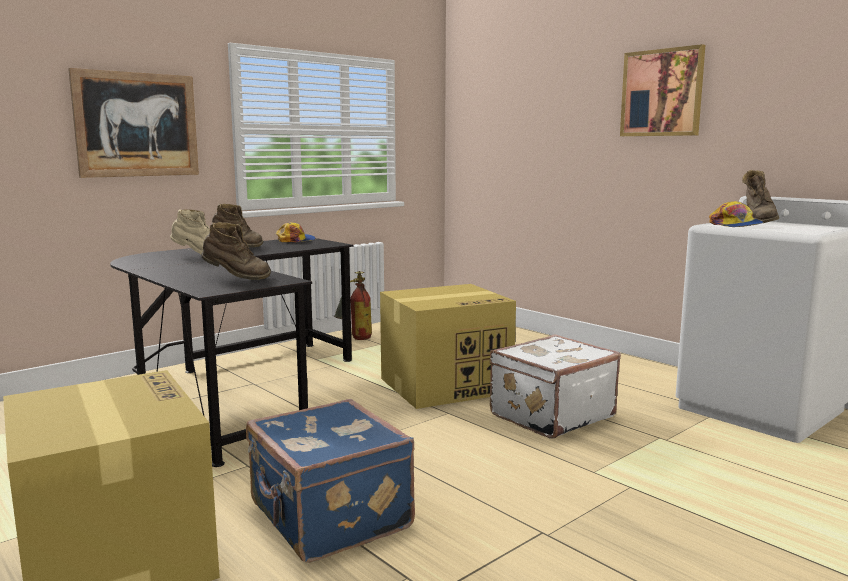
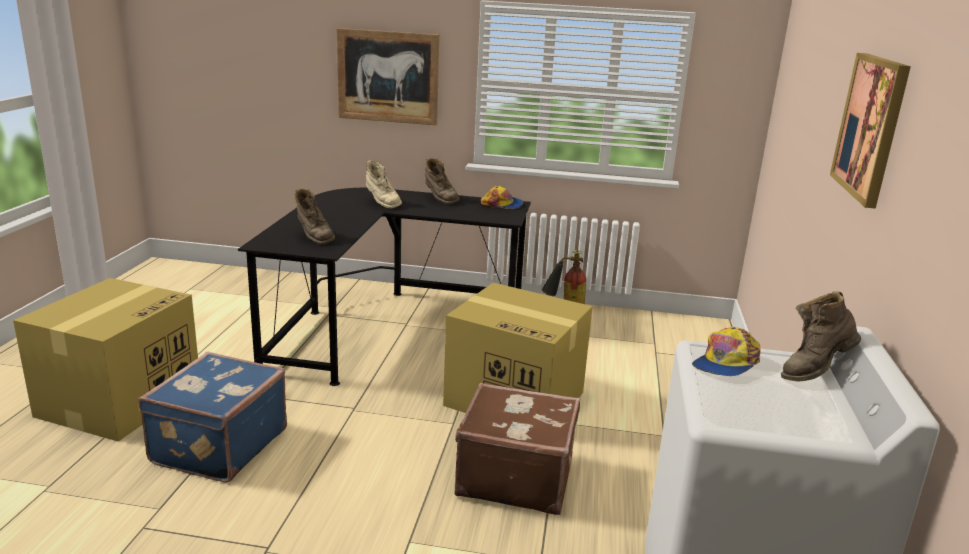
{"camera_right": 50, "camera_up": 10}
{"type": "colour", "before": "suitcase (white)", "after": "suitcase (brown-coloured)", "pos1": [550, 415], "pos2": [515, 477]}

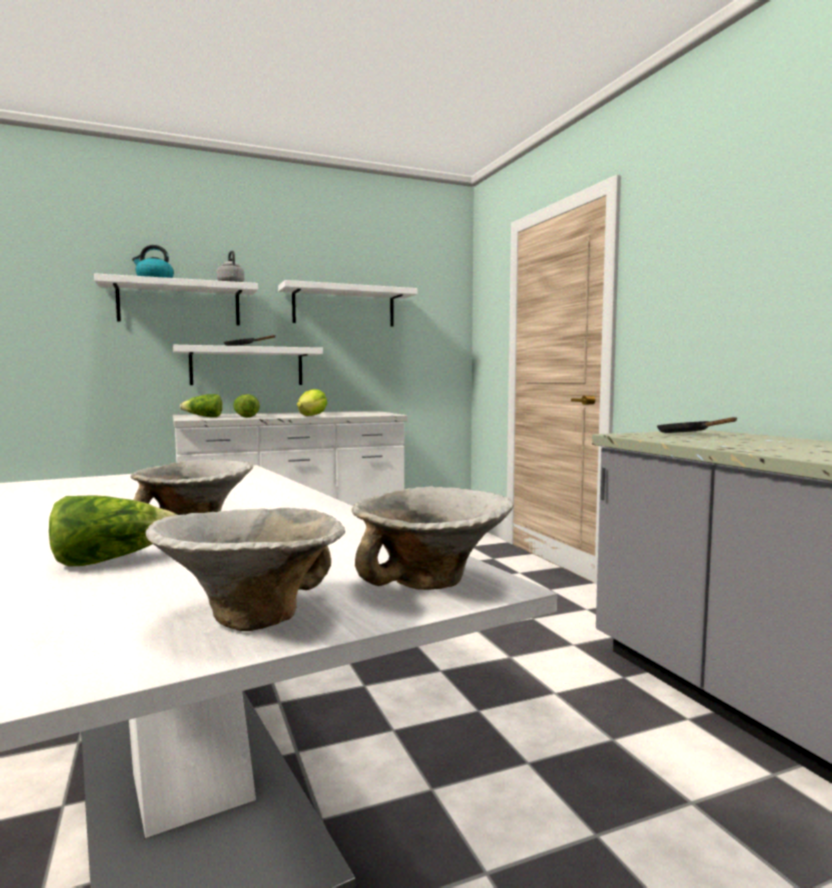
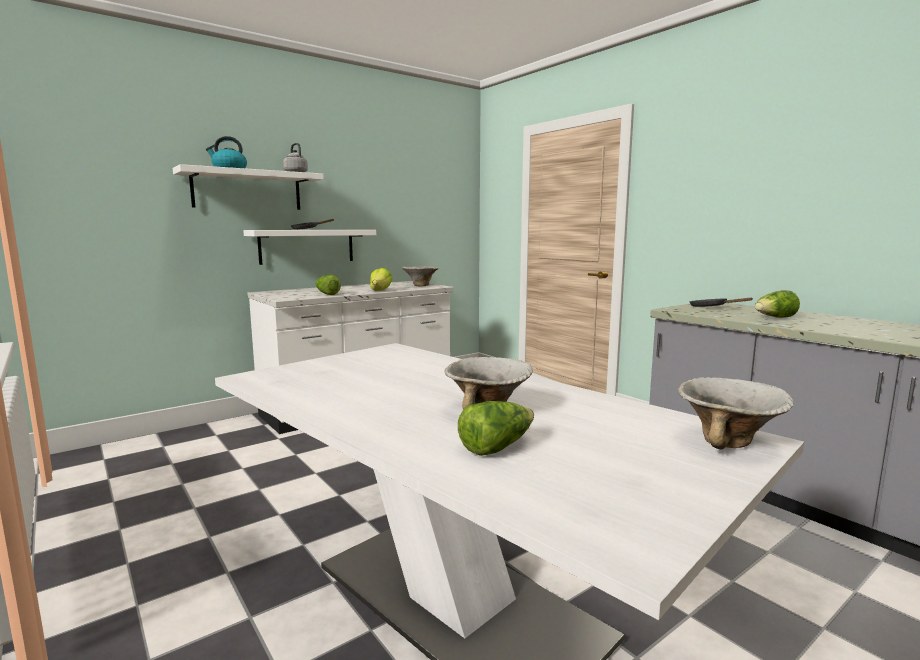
{"camera_right": -15, "camera_up": 5}
{"type": "missing", "before": "bracket shelf (white)", "pos1": [344, 307]}
{"type": "relocated", "before": "head of lettuce", "pos1": [204, 417], "pos2": [774, 318]}
{"type": "relocated", "before": "serving bowl", "pos1": [252, 617], "pos2": [420, 285]}

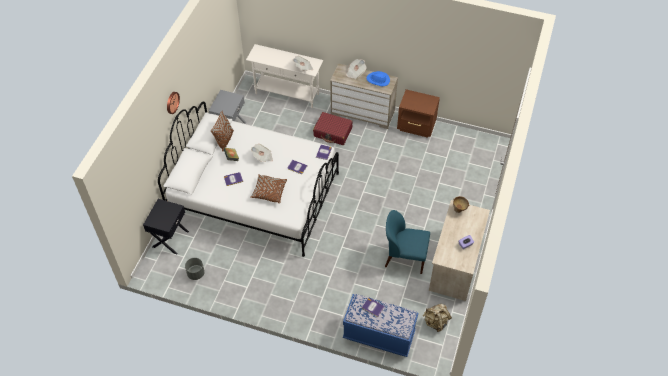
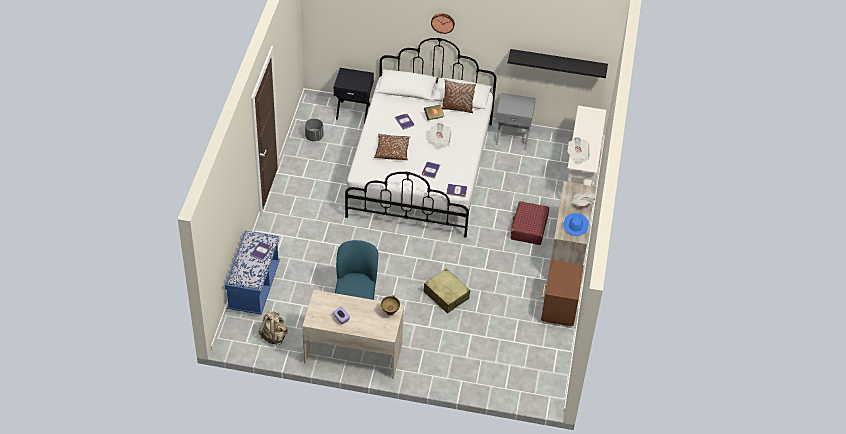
{"camera_right": 80, "camera_up": -5}
{"type": "appeared", "after": "bracket shelf (blackish)", "pos2": [558, 63]}
{"type": "appeared", "after": "suitcase (beige-coloured)", "pos2": [446, 295]}

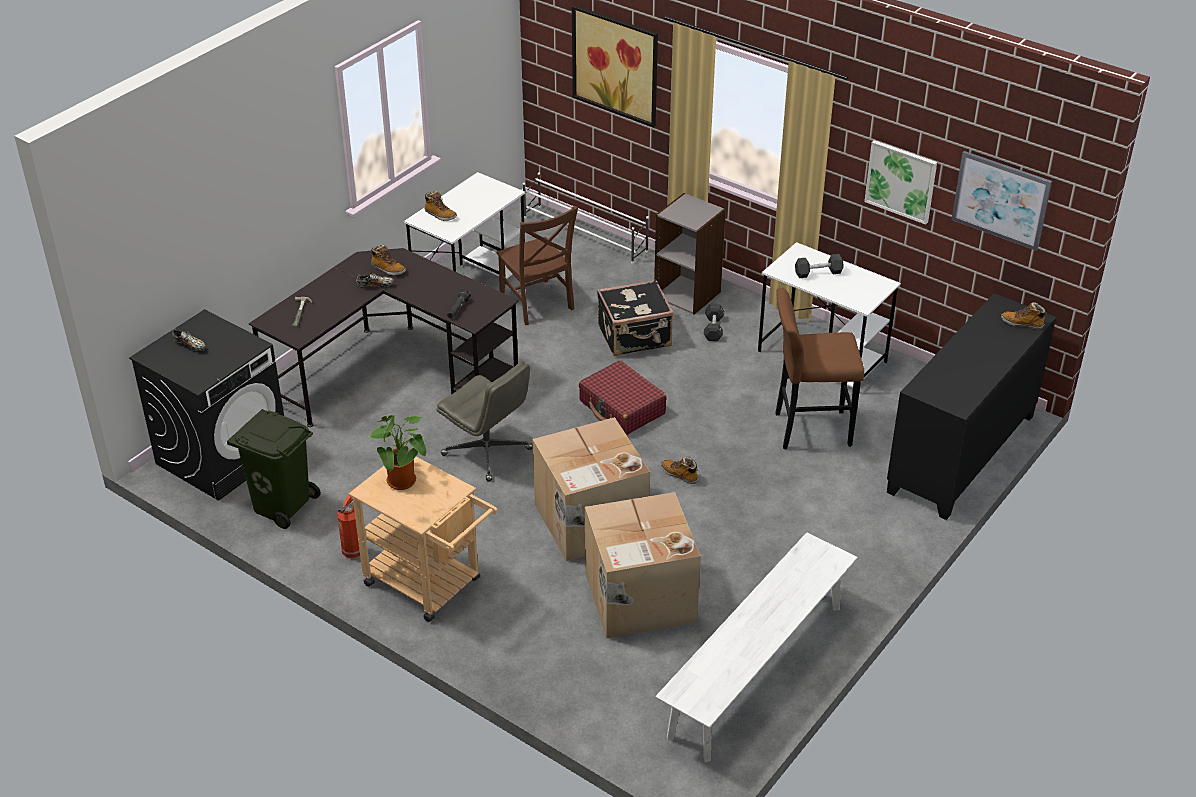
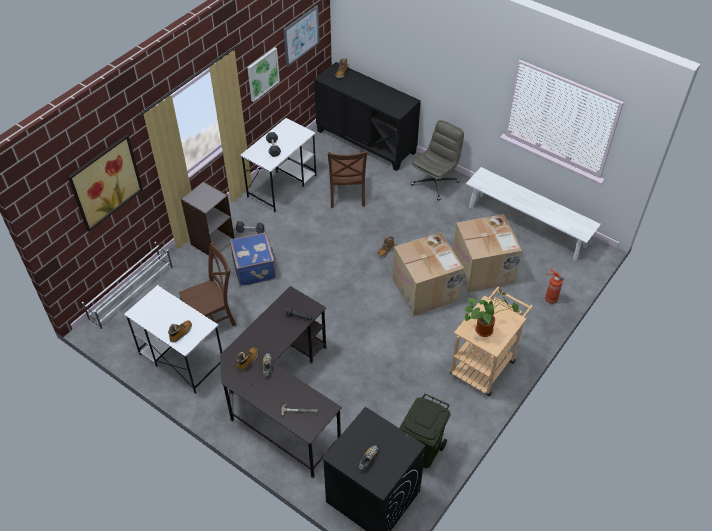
{"camera_right": -90, "camera_up": 10}
{"type": "colour", "before": "suitcase (blackish)", "after": "suitcase (blue)", "pos1": [635, 337], "pos2": [255, 268]}
{"type": "exchanged", "before": "stool seat (brown-coloured)", "after": "chair (brown-coloured)", "pos1": [808, 429], "pos2": [346, 196]}
{"type": "missing", "before": "suitcase (red)", "pos1": [622, 408]}
{"type": "relocated", "before": "computer chair (grey)", "pos1": [488, 452], "pos2": [435, 183]}
{"type": "relocated", "before": "fire-fighting cylinder", "pos1": [354, 550], "pos2": [550, 299]}

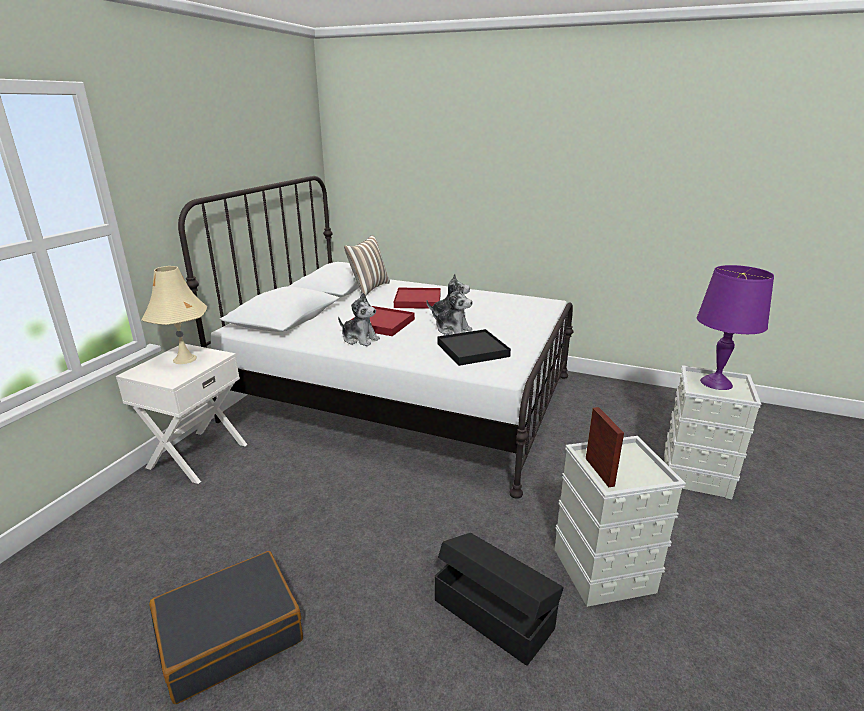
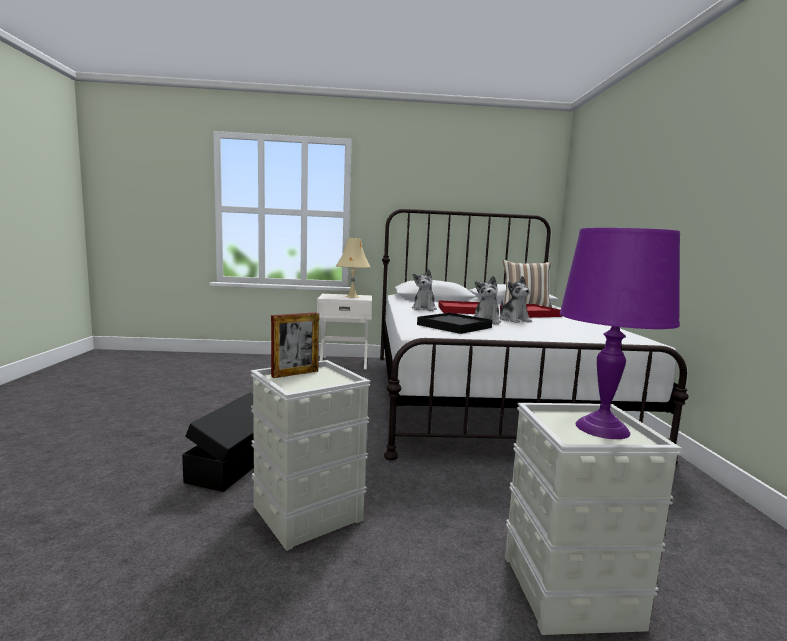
{"camera_right": 65, "camera_up": -15}
{"type": "missing", "before": "suitcase (blackish)", "pos1": [230, 635]}

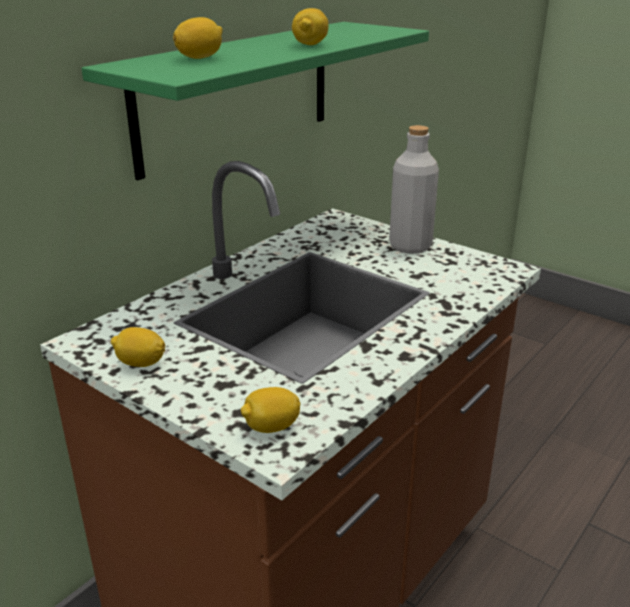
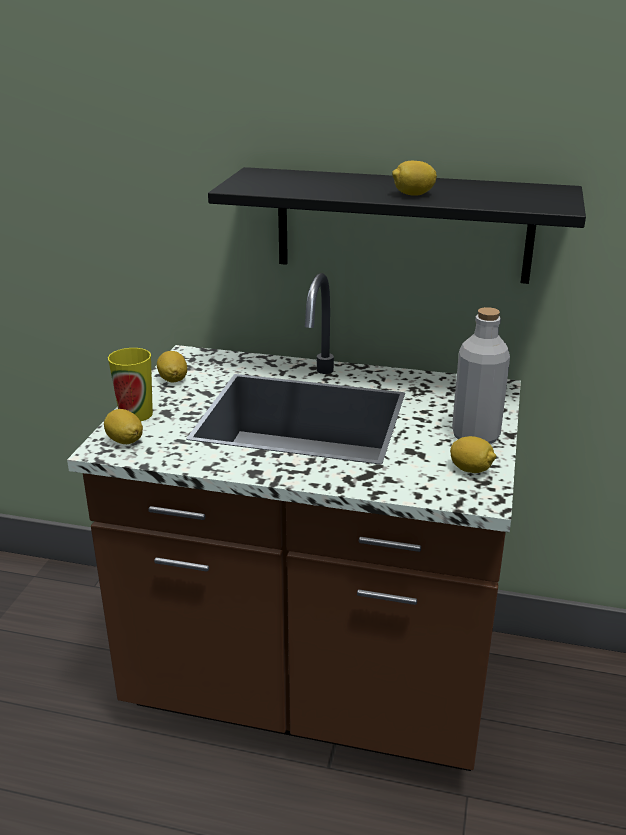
{"camera_right": 65, "camera_up": 0}
{"type": "relocated", "before": "citrus fruit", "pos1": [200, 58], "pos2": [471, 469]}
{"type": "colour", "before": "bracket shelf (green-coloured)", "after": "bracket shelf (blackish)", "pos1": [237, 94], "pos2": [403, 225]}
{"type": "appeared", "after": "small cup", "pos2": [136, 414]}

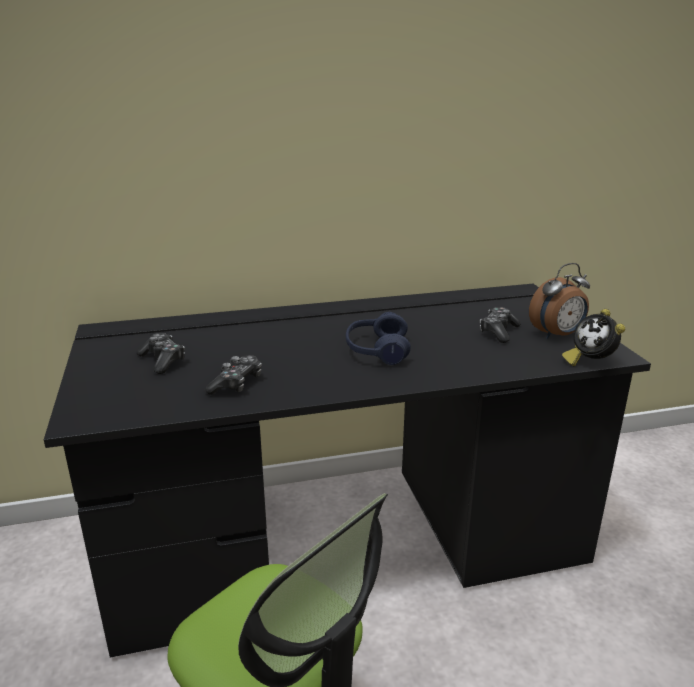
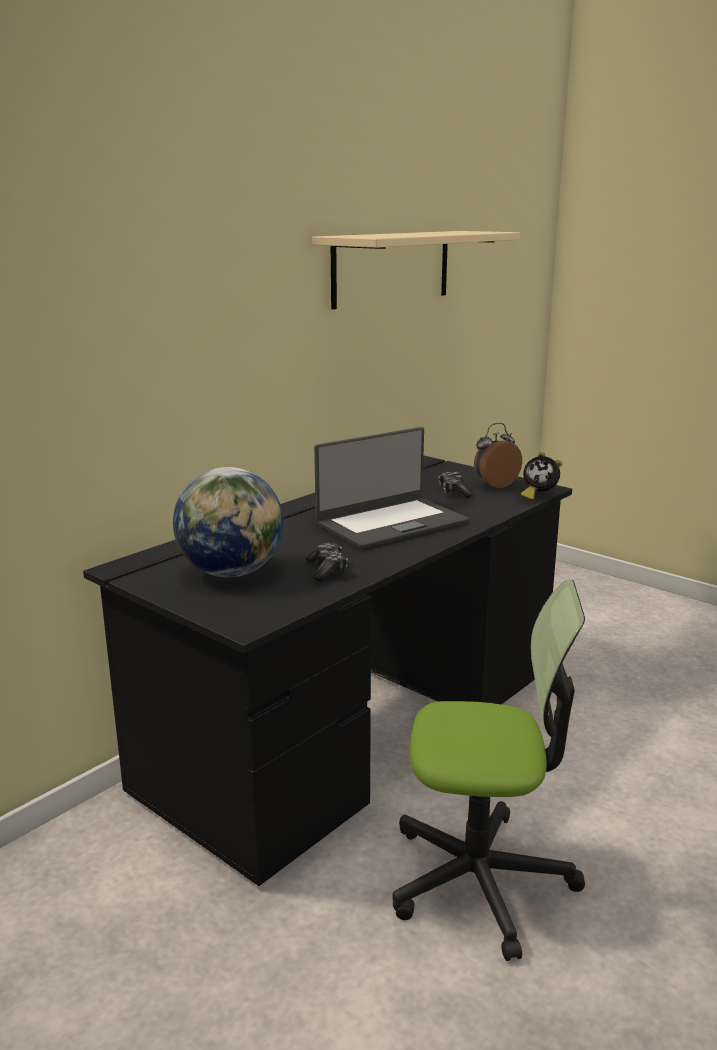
{"camera_right": -35, "camera_up": -5}
{"type": "spun", "before": "table clock", "pos1": [557, 335], "pos2": [494, 485], "turn": -150}
{"type": "exchanged", "before": "headphones (blue)", "after": "laptop", "pos1": [377, 350], "pos2": [391, 523]}
{"type": "exchanged", "before": "gamepad", "after": "world globe", "pos1": [163, 360], "pos2": [231, 572]}
{"type": "appeared", "after": "bracket shelf (beige-coloured)", "pos2": [392, 267]}

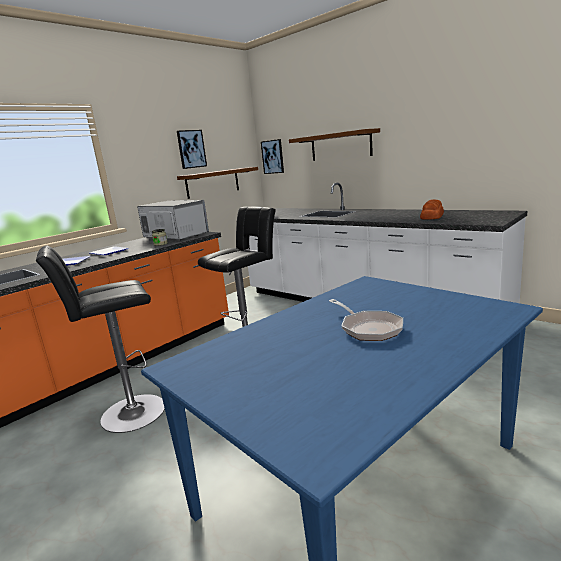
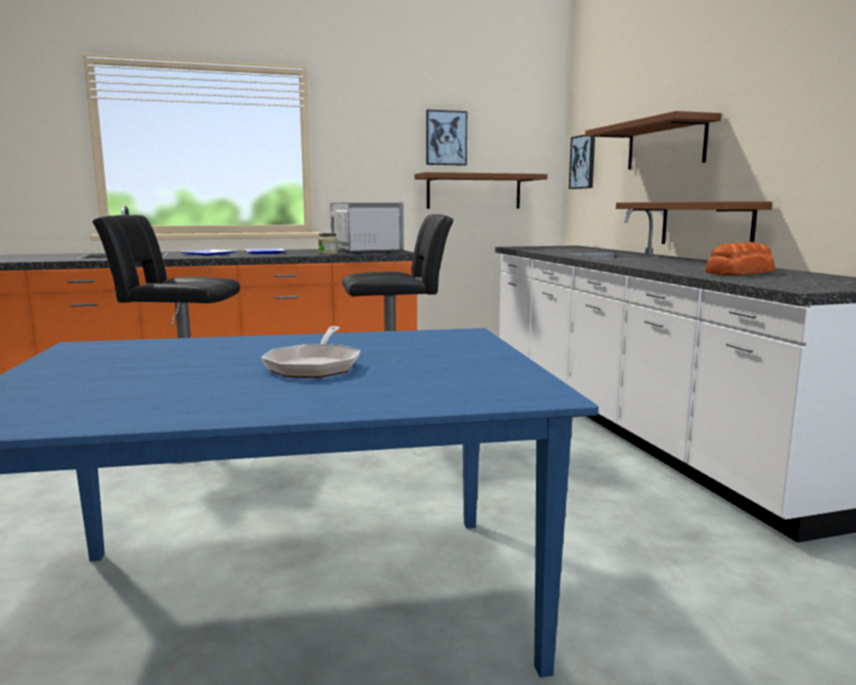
{"camera_right": 30, "camera_up": -5}
{"type": "appeared", "after": "bracket shelf (brown-coloured)", "pos2": [705, 224]}

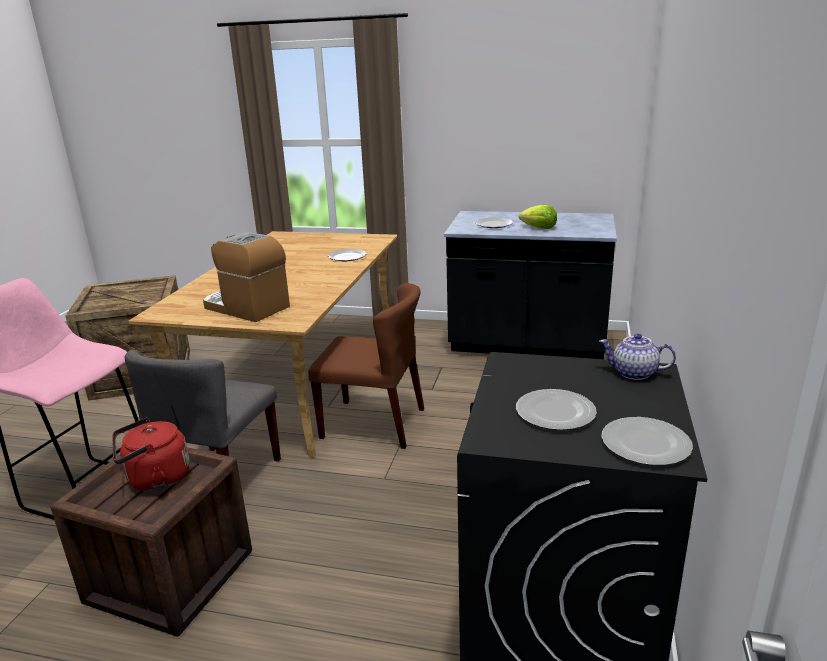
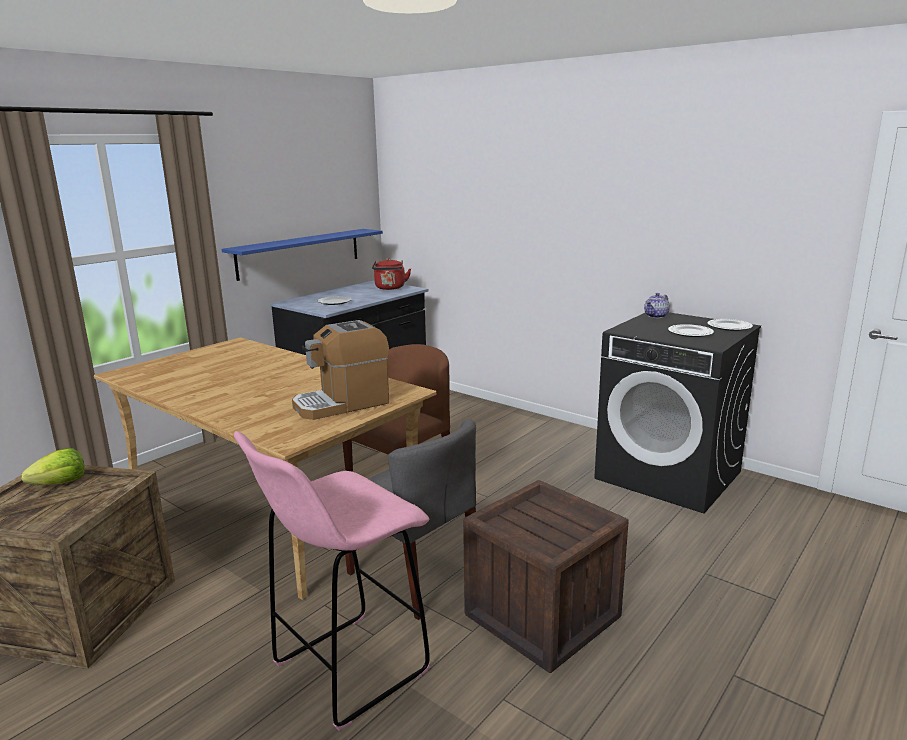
{"camera_right": -65, "camera_up": -5}
{"type": "relocated", "before": "head of lettuce", "pos1": [539, 228], "pos2": [60, 483]}
{"type": "missing", "before": "flat dish", "pos1": [346, 257]}
{"type": "relocated", "before": "kettle (red)", "pos1": [155, 479], "pos2": [390, 288]}
{"type": "appeared", "after": "bracket shelf (blue)", "pos2": [300, 253]}

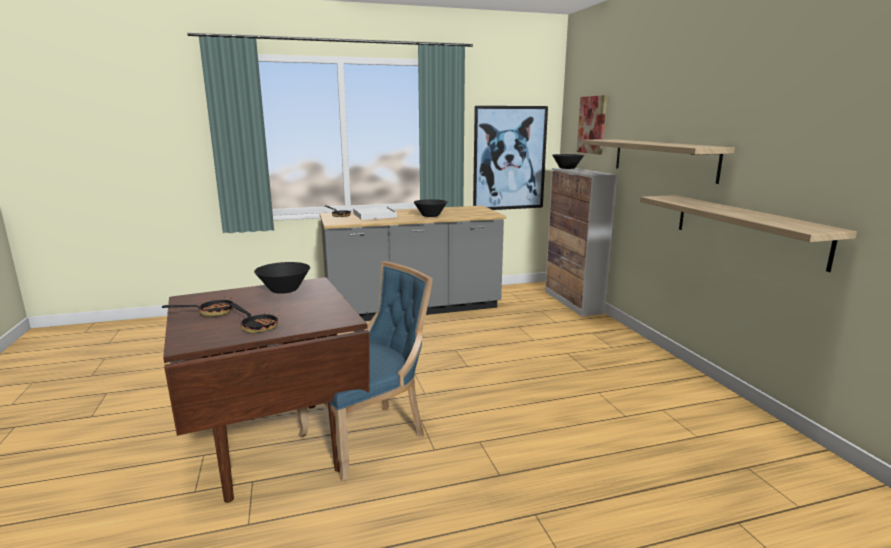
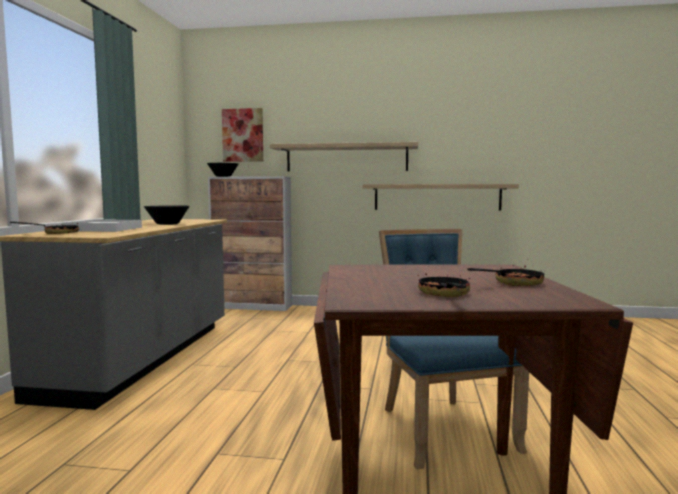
{"camera_right": -65, "camera_up": -10}
{"type": "missing", "before": "wall picture", "pos1": [509, 158]}
{"type": "missing", "before": "serving bowl (blackish)", "pos1": [284, 290]}

